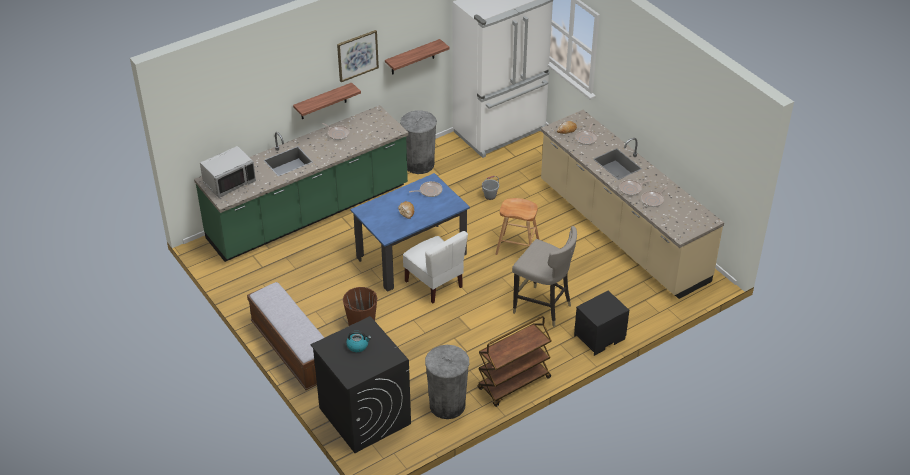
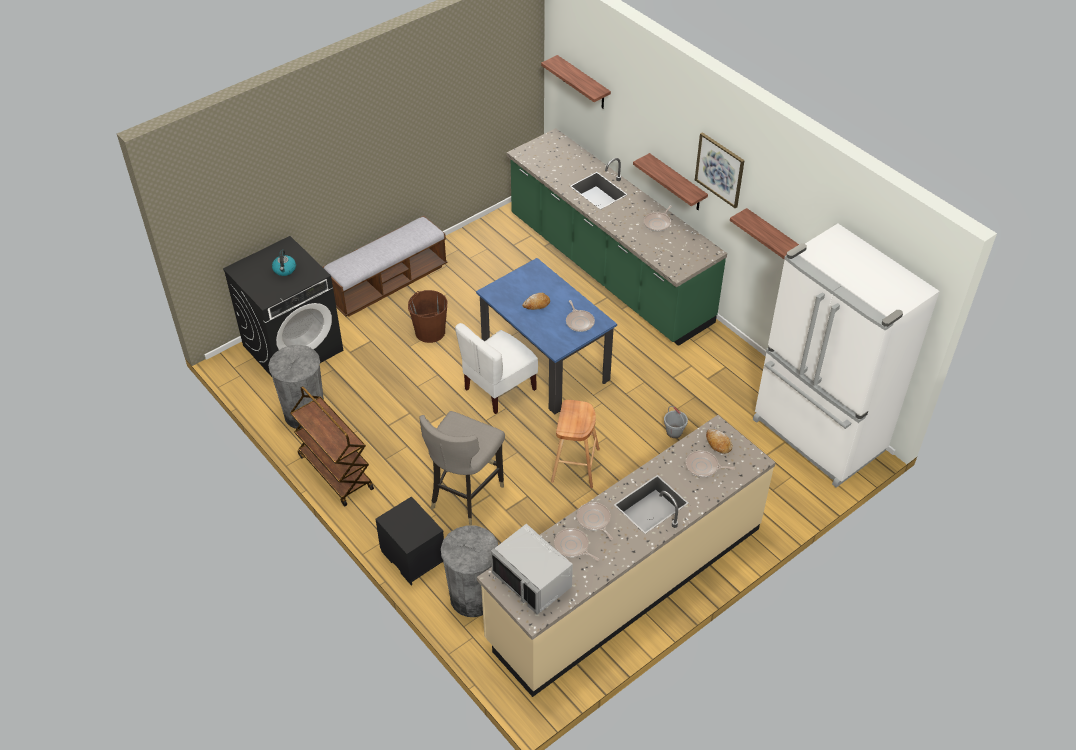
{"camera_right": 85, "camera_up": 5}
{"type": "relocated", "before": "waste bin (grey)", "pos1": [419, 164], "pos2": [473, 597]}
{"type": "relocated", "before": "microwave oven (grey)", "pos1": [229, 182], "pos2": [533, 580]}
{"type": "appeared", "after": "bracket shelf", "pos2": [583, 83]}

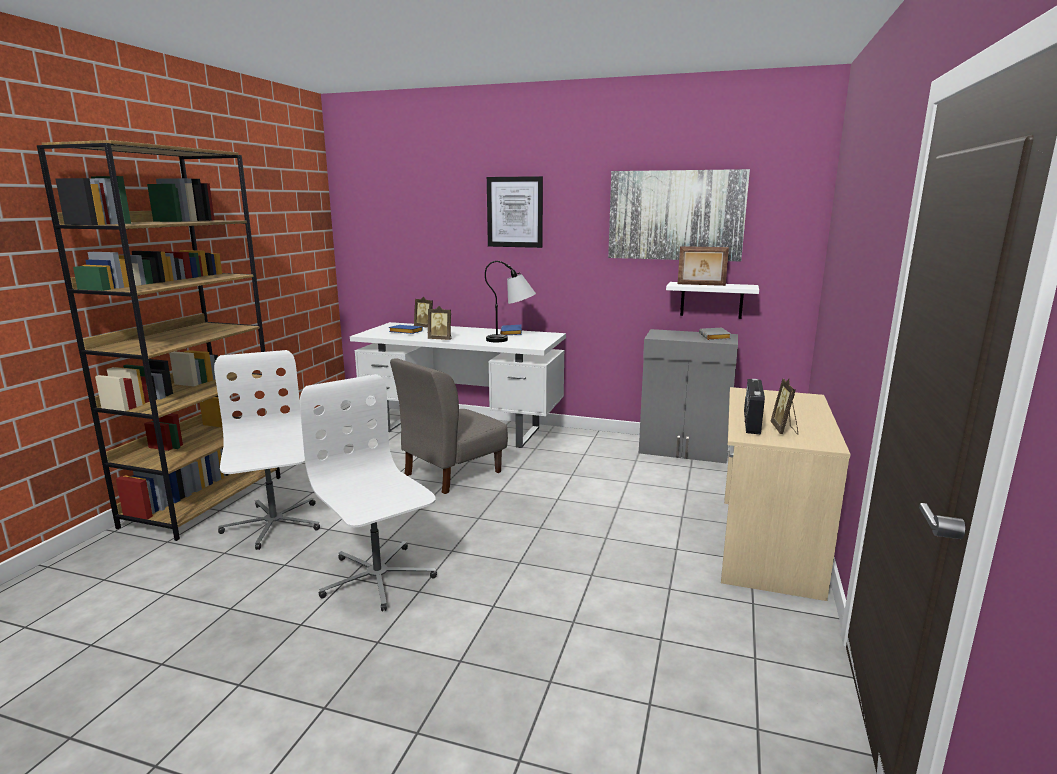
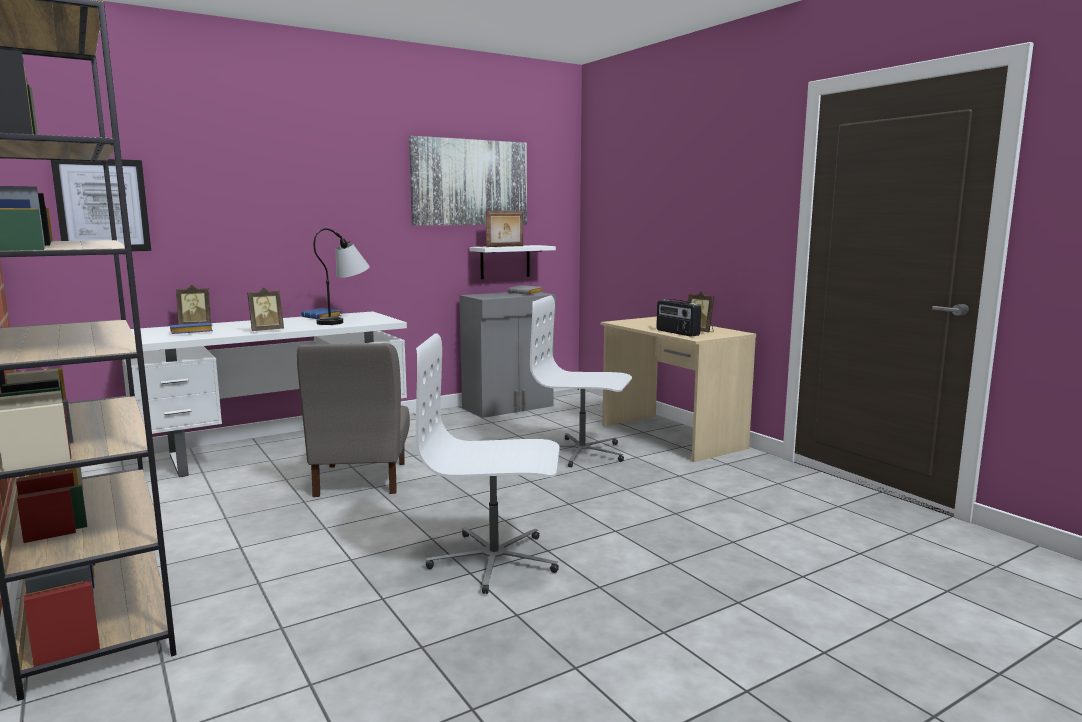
{"camera_right": -50, "camera_up": -5}
{"type": "relocated", "before": "wall picture", "pos1": [515, 212], "pos2": [102, 205]}
{"type": "relocated", "before": "computer chair (white)", "pos1": [273, 524], "pos2": [582, 453]}

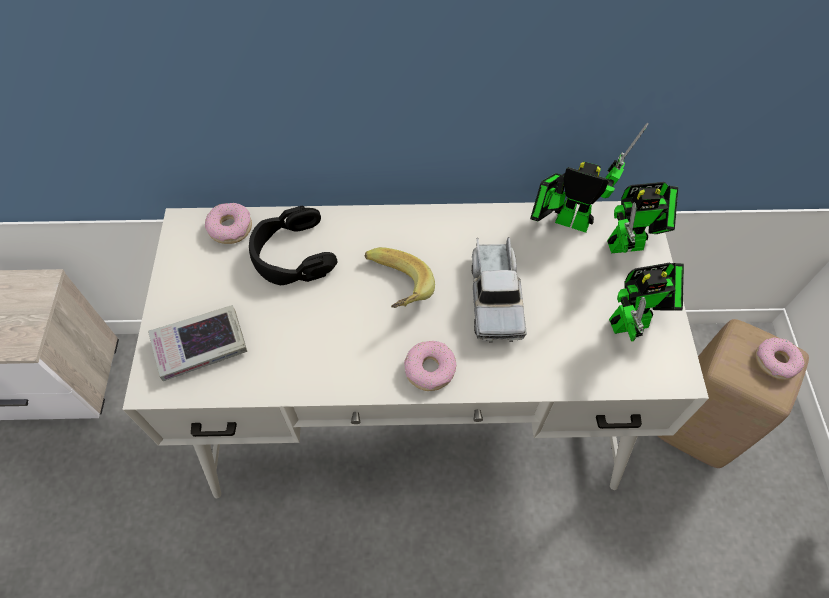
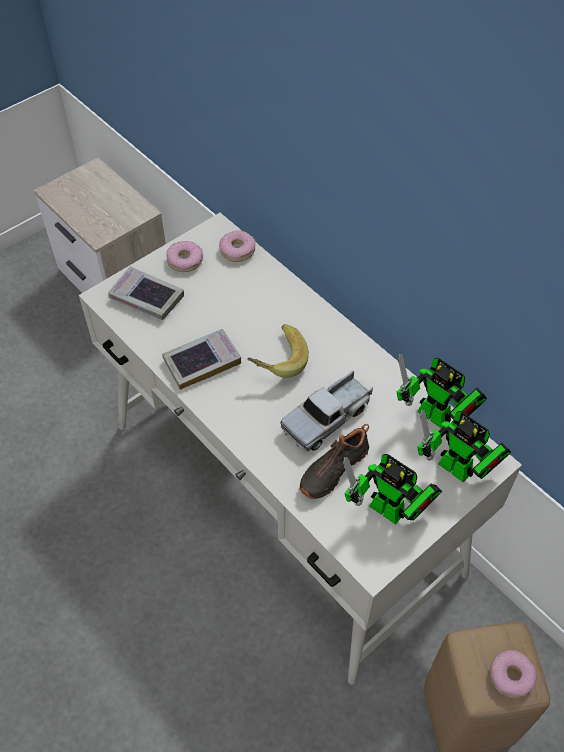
{"camera_right": 50, "camera_up": -5}
{"type": "spun", "before": "model robot", "pos1": [566, 220], "pos2": [438, 418], "turn": 150}
{"type": "missing", "before": "headphones (blackish)", "pos1": [292, 255]}
{"type": "relocated", "before": "ring doughnut", "pos1": [429, 369], "pos2": [185, 260]}
{"type": "appeared", "after": "volume", "pos2": [202, 362]}
{"type": "appeared", "after": "low shoe (blackish)", "pos2": [332, 468]}

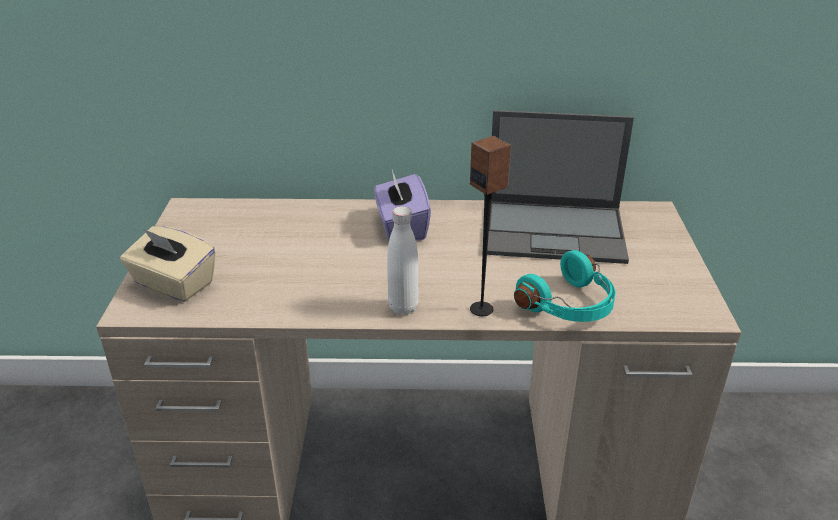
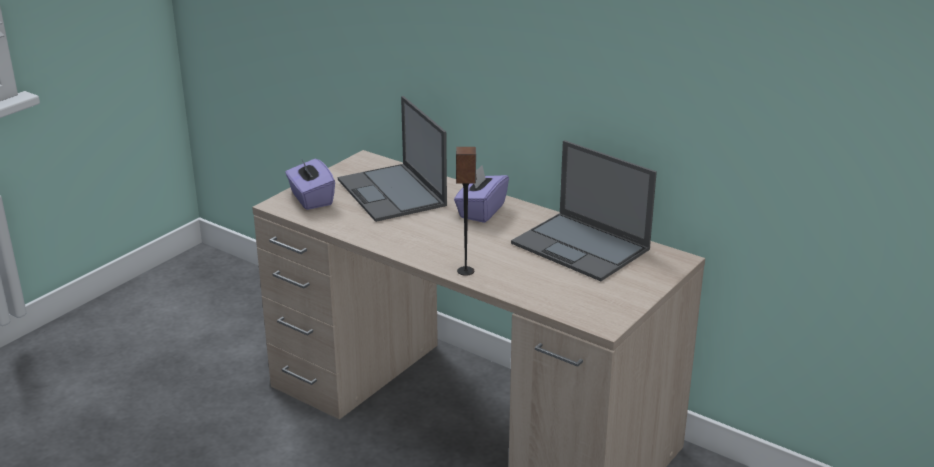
{"camera_right": 35, "camera_up": -5}
{"type": "missing", "before": "drink bottle (white)", "pos1": [403, 307]}
{"type": "colour", "before": "box of tissues (beige-coloured)", "after": "box of tissues (purple)", "pos1": [173, 284], "pos2": [311, 199]}
{"type": "missing", "before": "headphones (turquoise-coloured)", "pos1": [570, 306]}
{"type": "appeared", "after": "laptop", "pos2": [392, 193]}

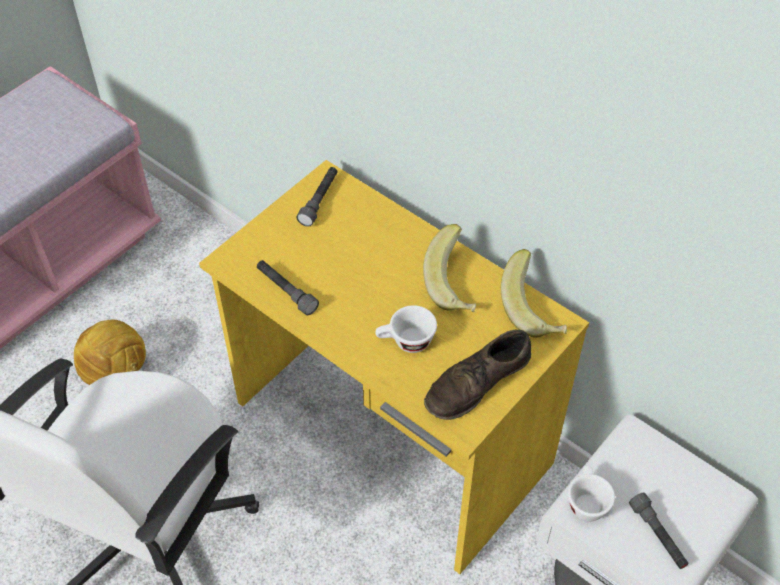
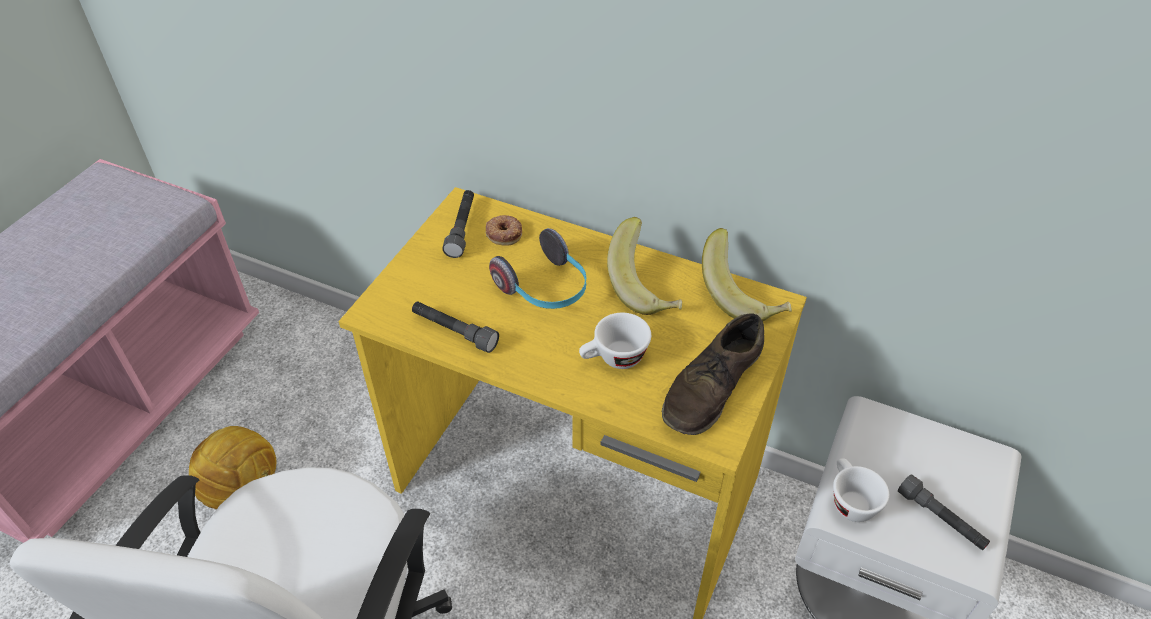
{"camera_right": -15, "camera_up": -5}
{"type": "appeared", "after": "ring doughnut", "pos2": [504, 233]}
{"type": "appeared", "after": "headphones", "pos2": [545, 289]}

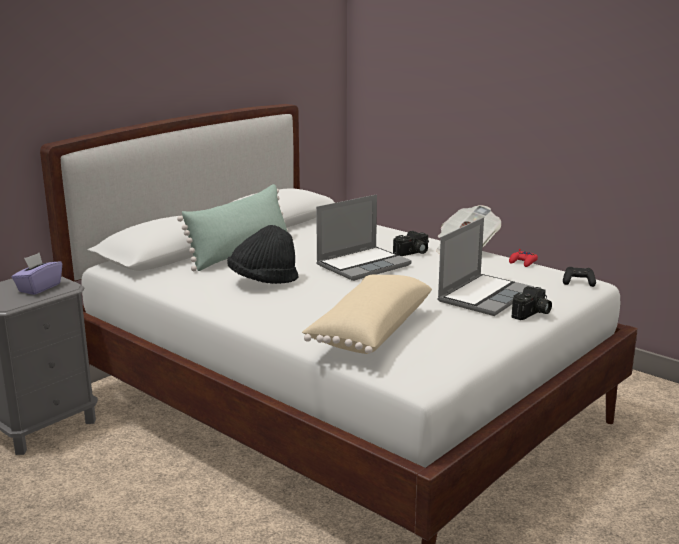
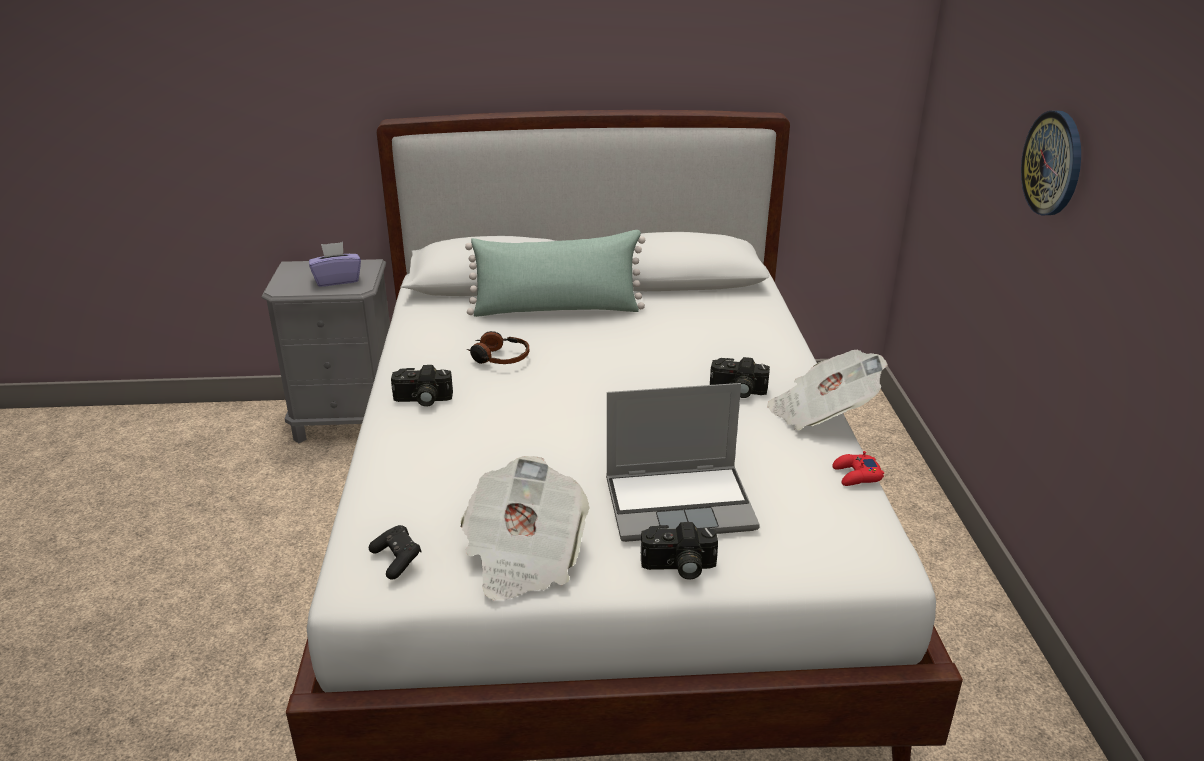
{"camera_right": 45, "camera_up": 10}
{"type": "missing", "before": "laptop", "pos1": [363, 265]}
{"type": "exchanged", "before": "clothing hat (blackish)", "after": "headphones", "pos1": [263, 281], "pos2": [499, 358]}
{"type": "relocated", "before": "gamepad (blackish)", "pos1": [578, 283], "pos2": [397, 559]}
{"type": "missing", "before": "cushion (beige-coloured)", "pos1": [369, 331]}
{"type": "appeared", "after": "wall clock", "pos2": [1053, 163]}
{"type": "appeared", "after": "photo camera", "pos2": [422, 400]}
{"type": "appeared", "after": "newspaper", "pos2": [523, 556]}

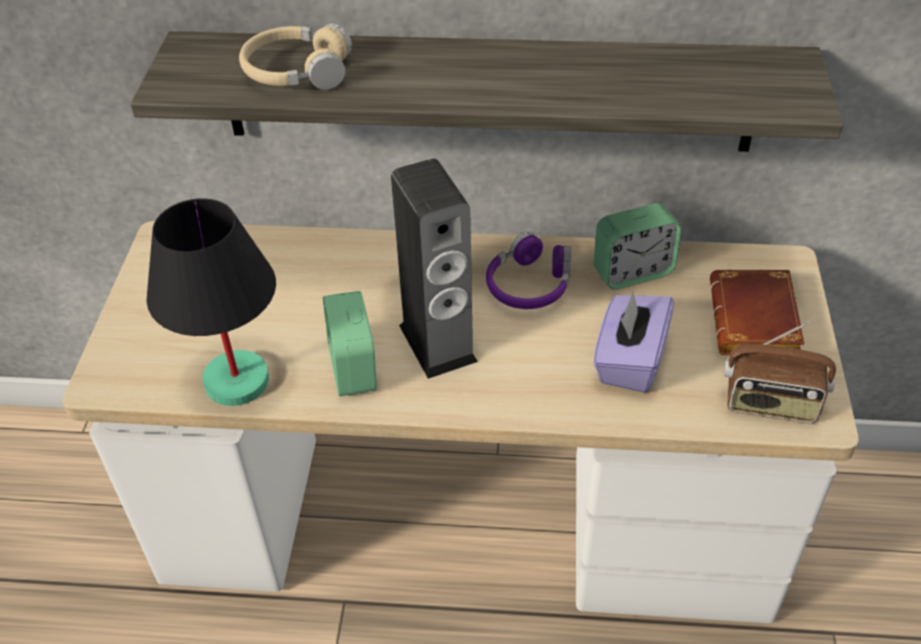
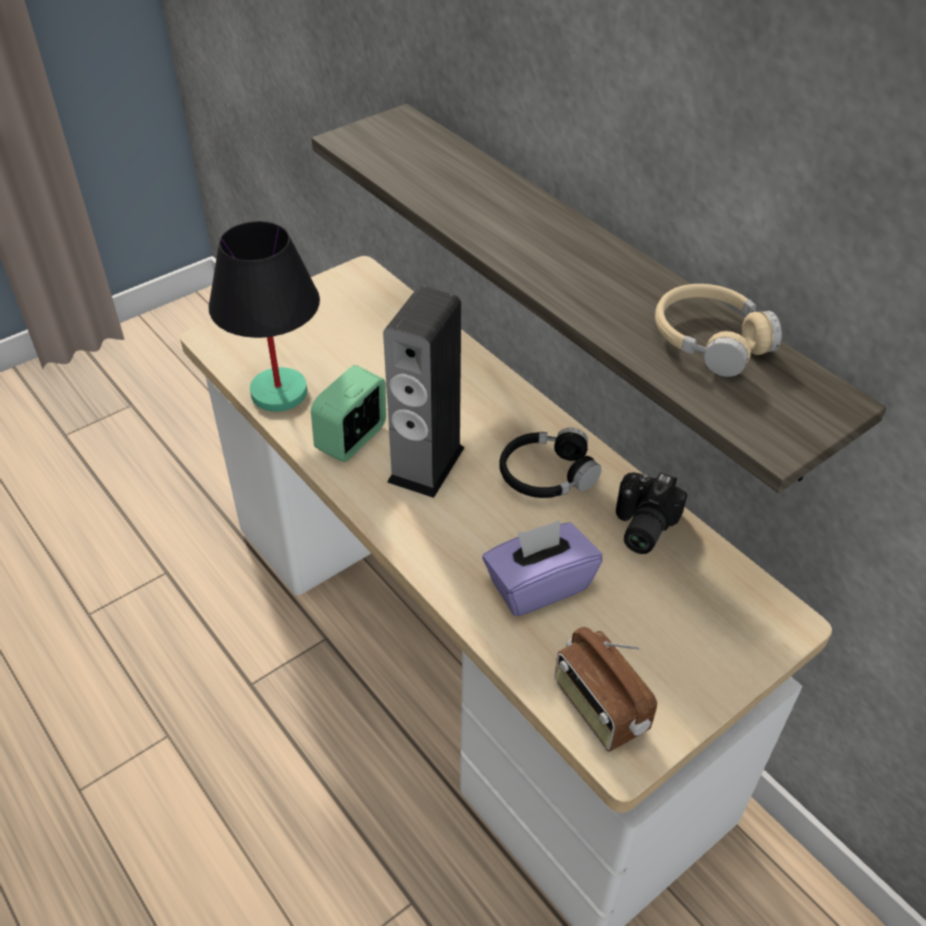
{"camera_right": 45, "camera_up": 0}
{"type": "relocated", "before": "headphones (beige-coloured)", "pos1": [297, 72], "pos2": [710, 340]}
{"type": "exchanged", "before": "table clock", "after": "photo camera", "pos1": [632, 272], "pos2": [640, 526]}
{"type": "colour", "before": "headphones (purple)", "after": "headphones (blackish)", "pos1": [529, 285], "pos2": [546, 475]}
{"type": "missing", "before": "volume (brown-coloured)", "pos1": [757, 323]}

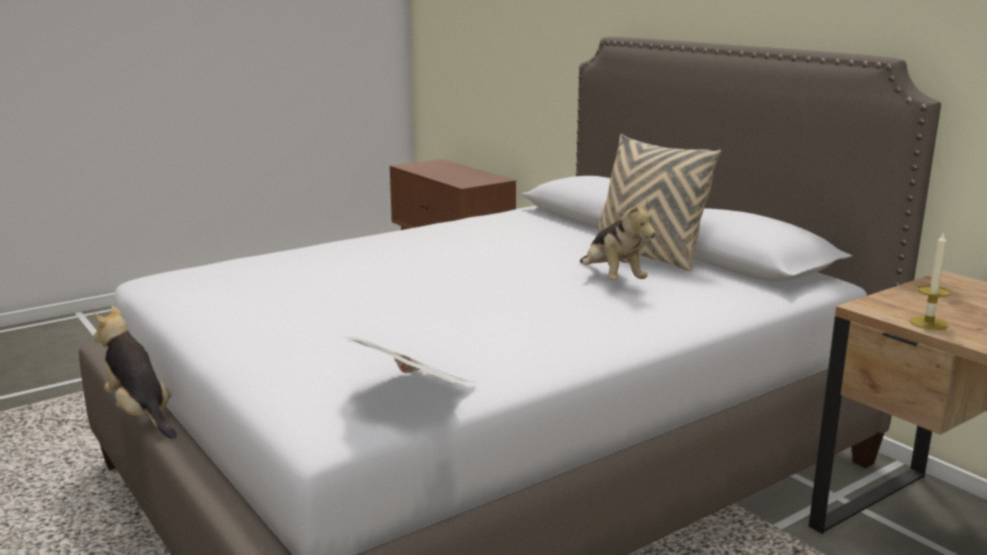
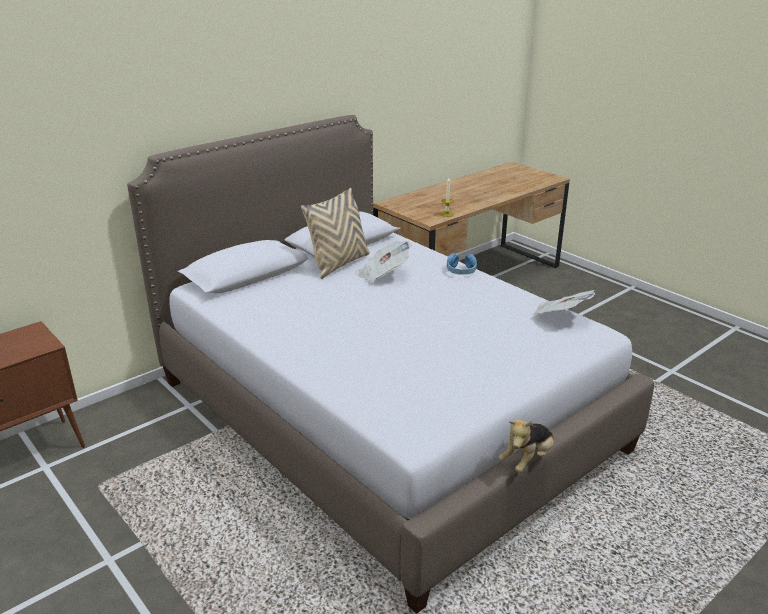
{"camera_right": -95, "camera_up": 10}
{"type": "exchanged", "before": "cuddly toy", "after": "newspaper", "pos1": [612, 279], "pos2": [383, 274]}
{"type": "appeared", "after": "headphones (blue)", "pos2": [461, 271]}

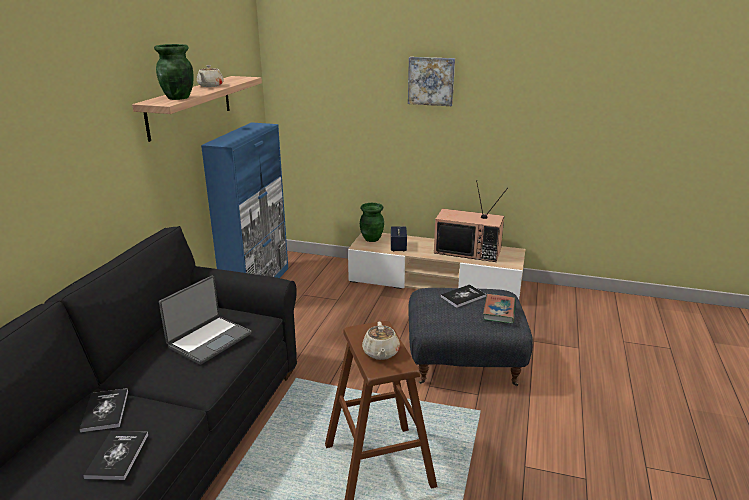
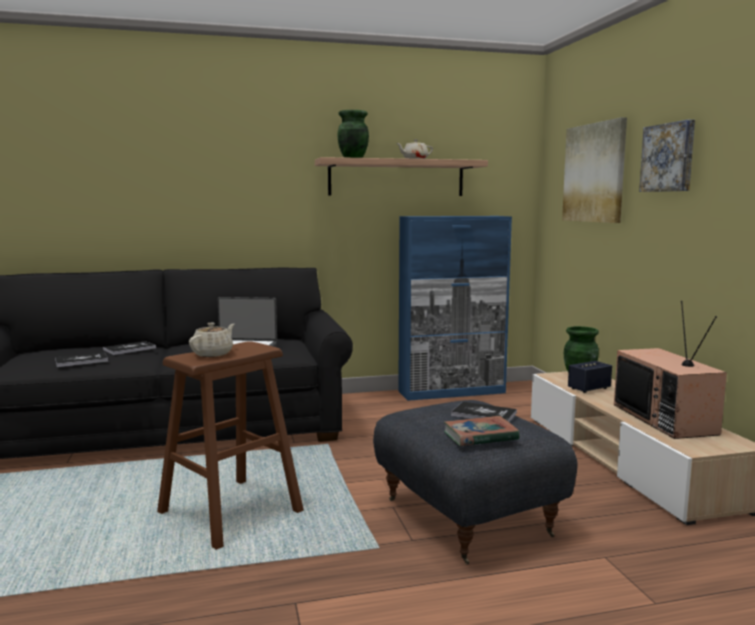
{"camera_right": 60, "camera_up": -15}
{"type": "spun", "before": "teapot (beige-coloured)", "pos1": [380, 353], "pos2": [213, 354], "turn": 150}
{"type": "appeared", "after": "wall picture", "pos2": [594, 173]}

